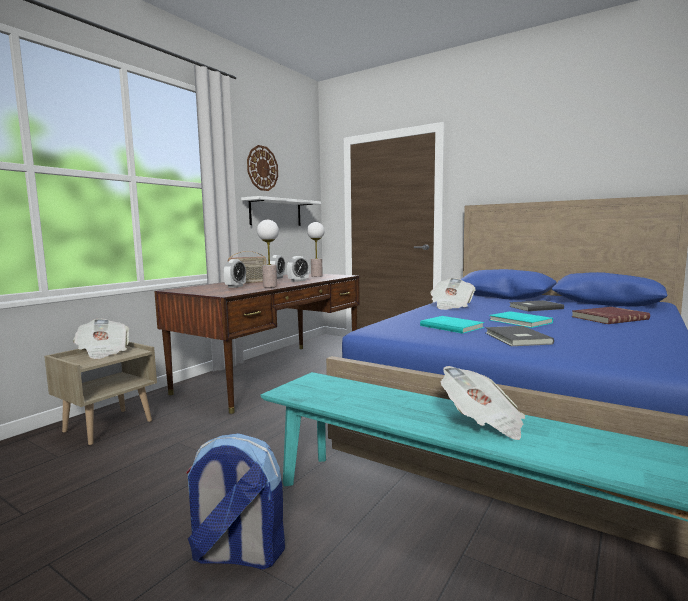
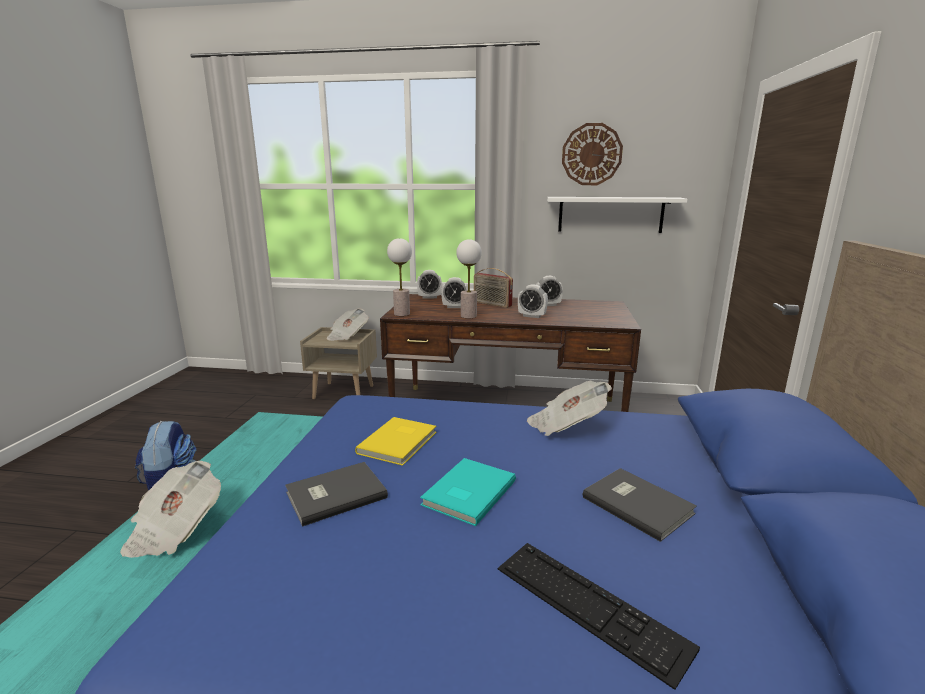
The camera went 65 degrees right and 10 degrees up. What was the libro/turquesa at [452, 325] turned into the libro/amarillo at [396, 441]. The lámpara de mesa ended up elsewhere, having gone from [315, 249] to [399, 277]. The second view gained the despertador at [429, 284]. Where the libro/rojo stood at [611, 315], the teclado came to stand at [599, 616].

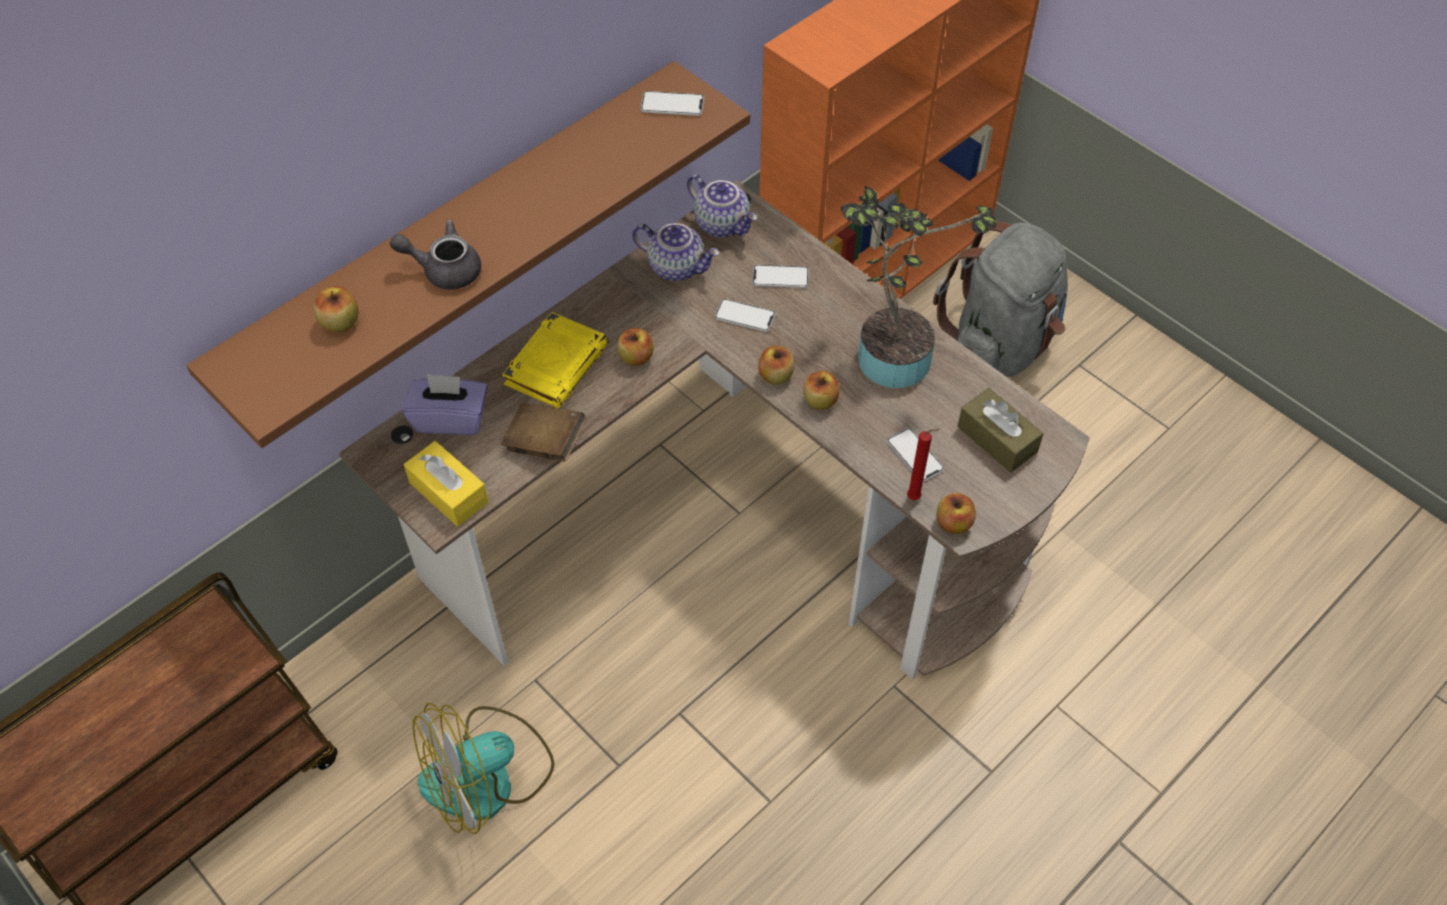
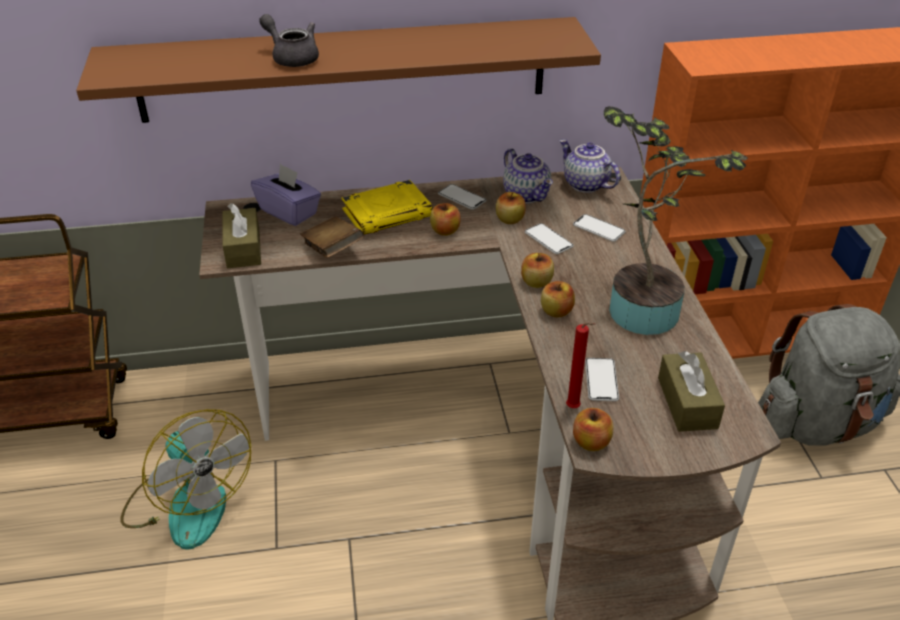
The camera went 35 degrees right and 15 degrees down. The ventilador at [484, 768] ended up facing another way, 135 degrees counterclockwise from before. What was the caja de pañuelos/amarillo at [446, 484] turned into the caja de pañuelos/marrón at [242, 235]. The móvil ended up elsewhere, having gone from [672, 103] to [462, 197]. The manzana ended up elsewhere, having gone from [336, 309] to [511, 208]. The tetera at [722, 205] ended up facing another way, 150 degrees clockwise from before.

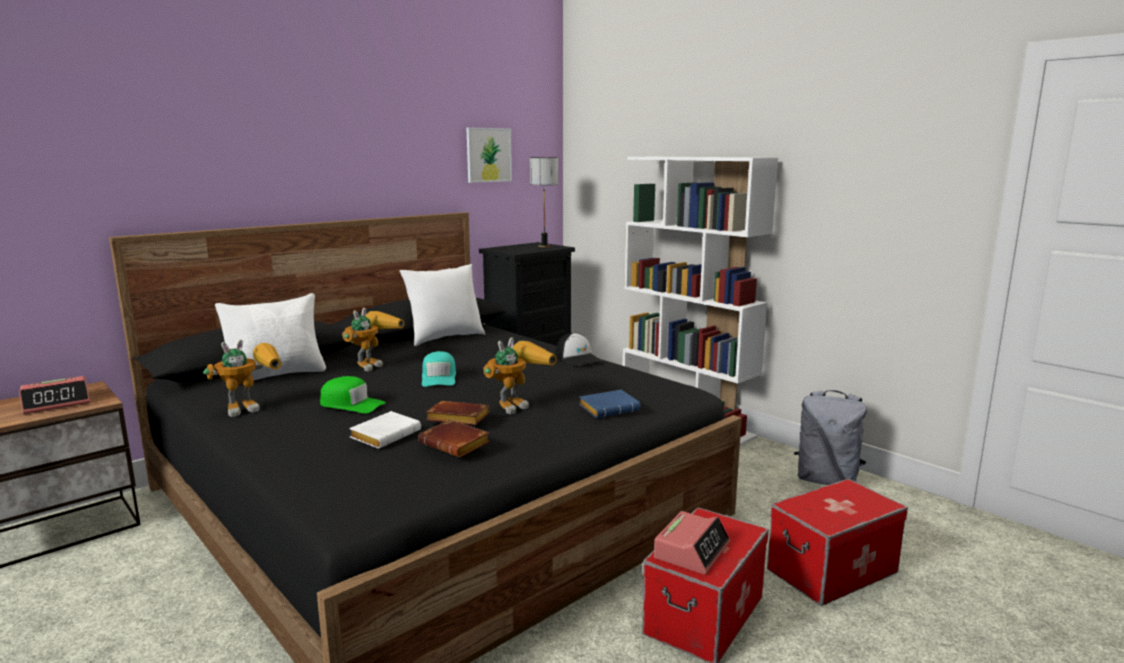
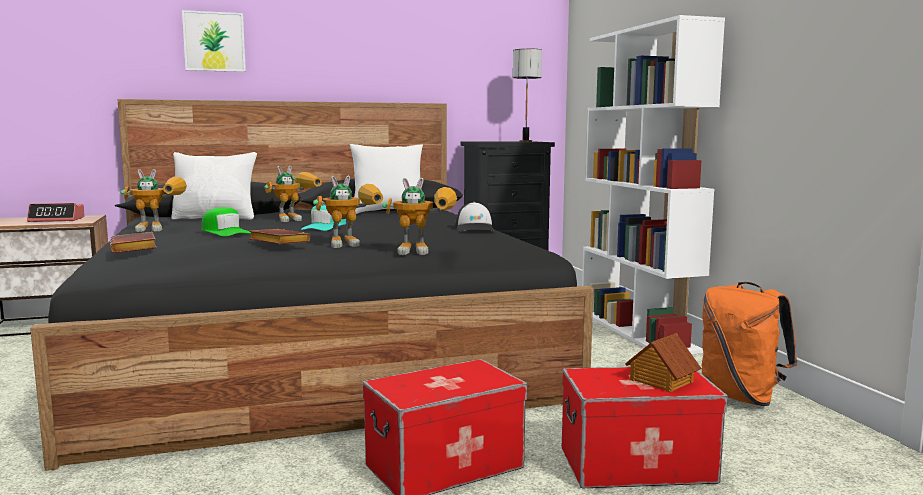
The camera went 25 degrees right and 5 degrees down. The libro/marrón ended up elsewhere, having gone from [454, 438] to [133, 242]. The cuadro ended up elsewhere, having gone from [489, 155] to [214, 41]. Where the libro/azul stood at [610, 404], the robot de juguete came to stand at [419, 216]. The second view gained the casita at [663, 362]. What was the mochila/gris at [830, 437] turned into the mochila/naranja at [749, 344]. The second view lost the libro/blanco at [385, 430]. The second view lost the despertador at [692, 542].

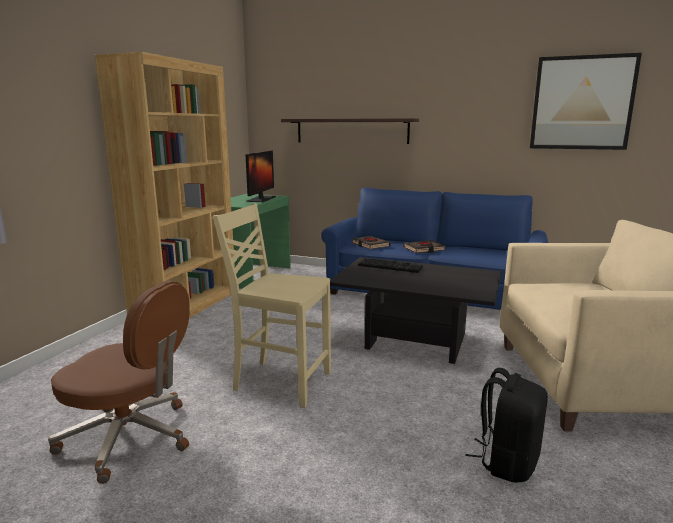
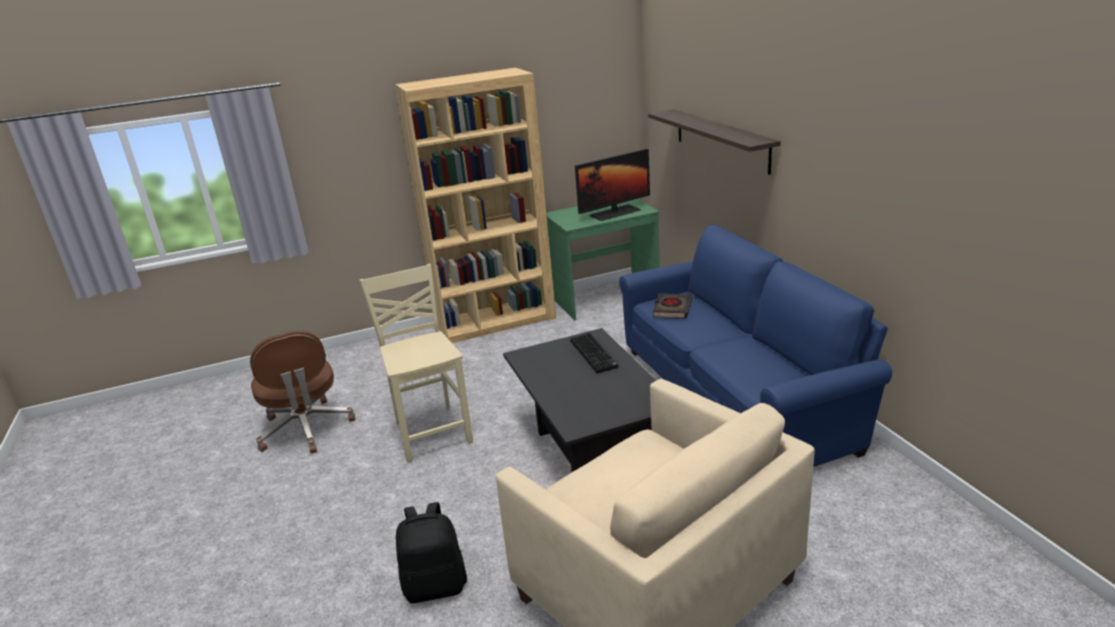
The camera went 50 degrees right and 10 degrees up. The second view lost the libro/negro at [424, 246]. The second view lost the cuadro at [586, 101].

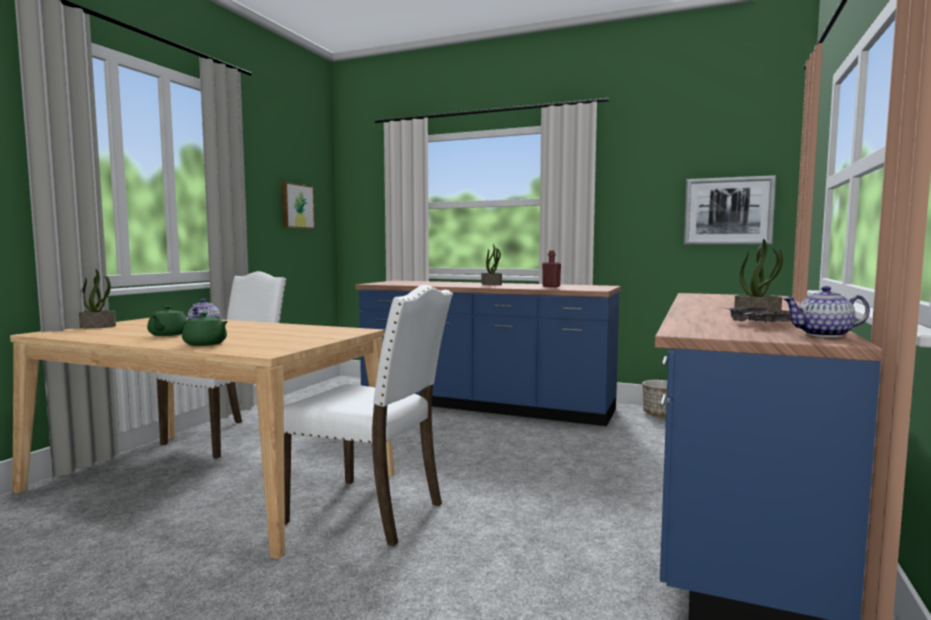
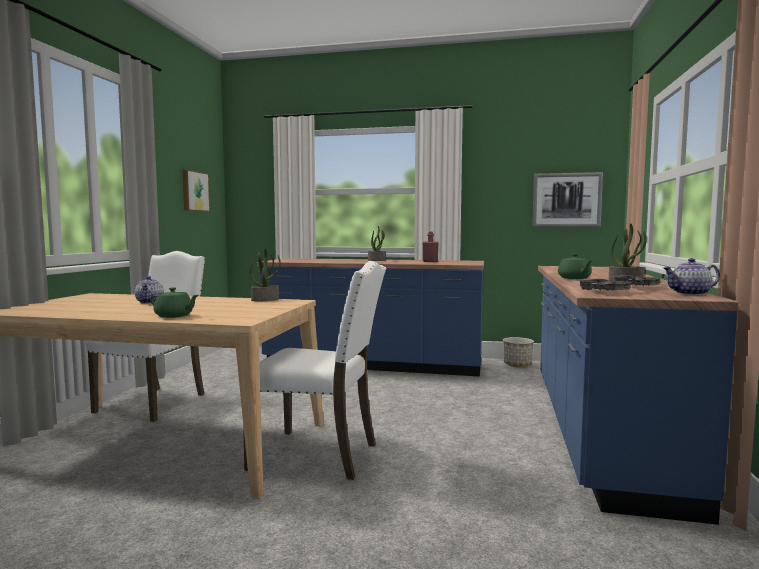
The camera went 10 degrees left and 0 degrees up. The planta en maceta ended up elsewhere, having gone from [97, 298] to [265, 275]. The tetera/verde ended up elsewhere, having gone from [167, 321] to [575, 266]. The second view gained the bandeja/gris at [607, 284].

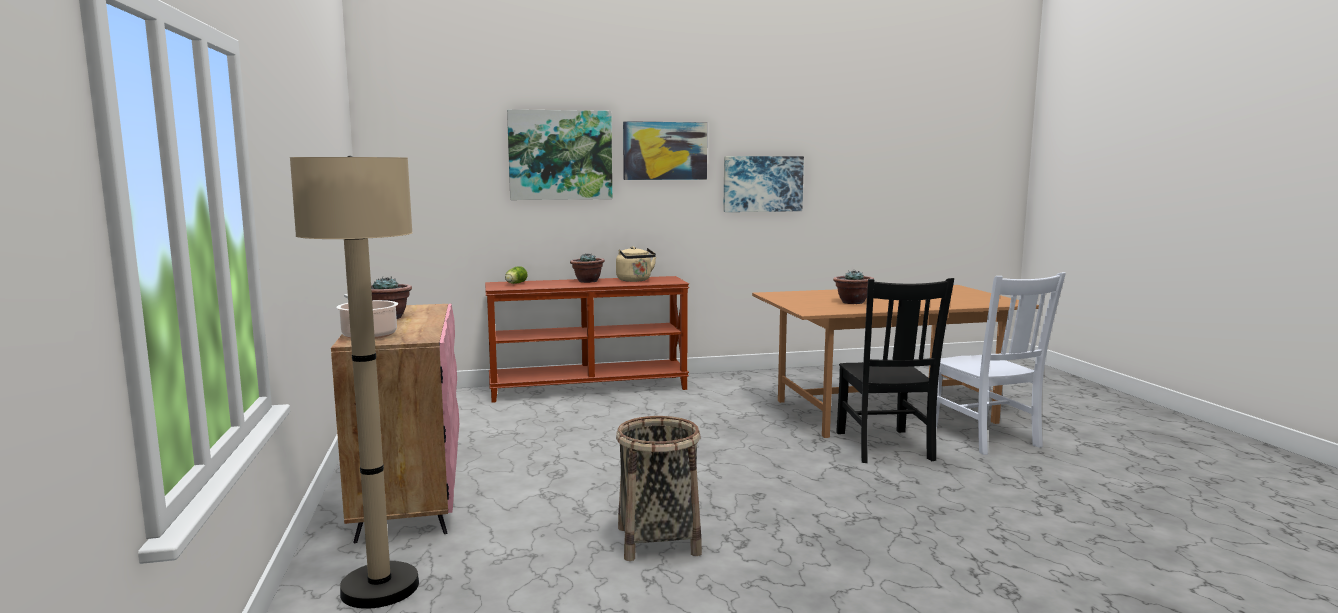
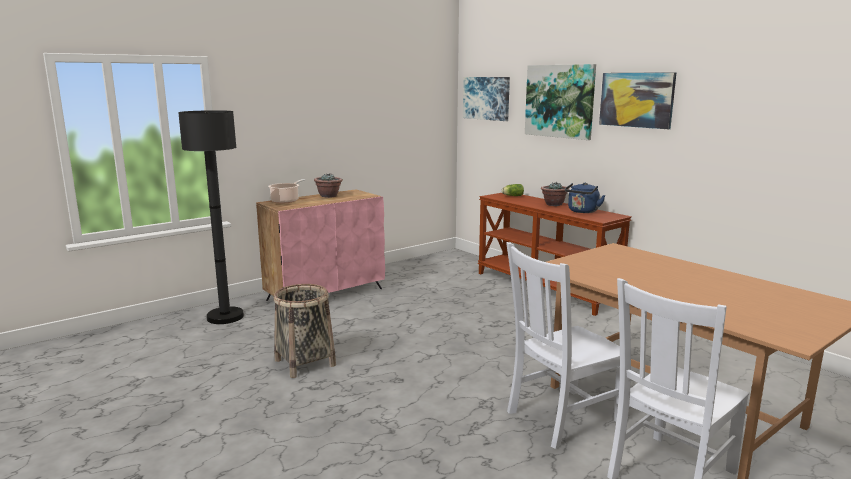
The camera went 65 degrees right and 5 degrees up. What was the lámpara de pie/beis at [354, 382] turned into the lámpara de pie/negro at [211, 217]. The cuadro ended up elsewhere, having gone from [764, 184] to [486, 99]. What was the silla/negro at [895, 370] turned into the silla/blanco at [563, 345]. What was the hervidor/beis at [636, 264] turned into the hervidor/azul at [585, 197]. The second view lost the planta en maceta at [853, 287].

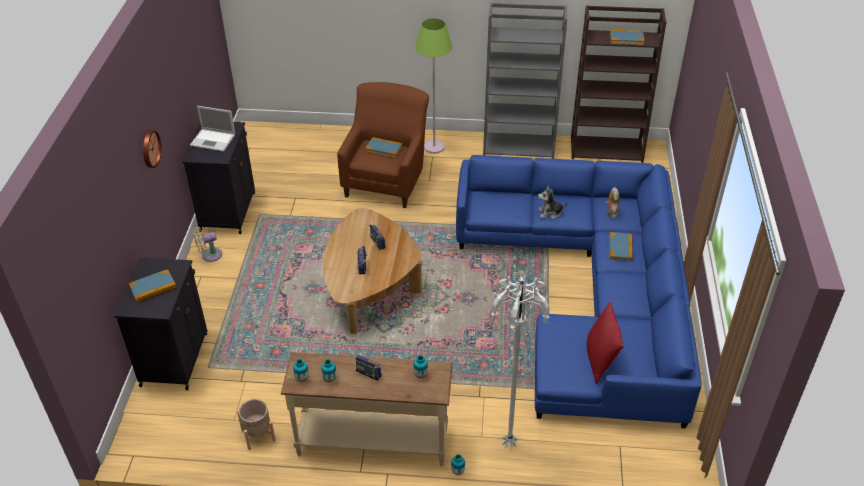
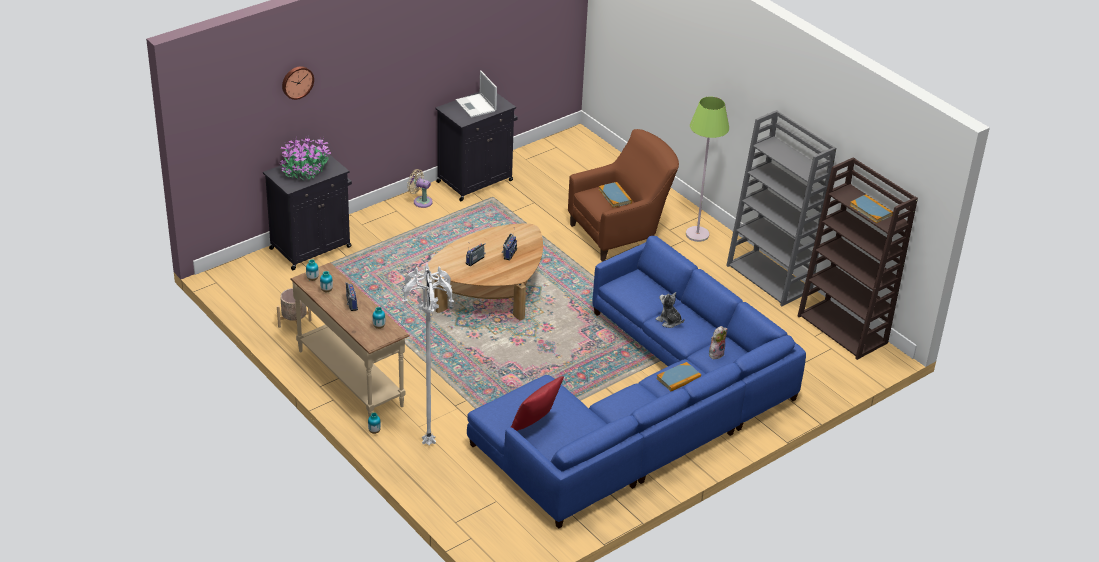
The camera went 45 degrees right and 5 degrees down. Where the libro stood at [153, 285], the planta en maceta came to stand at [306, 158]. The reloj de pared ended up elsewhere, having gone from [152, 149] to [298, 83].

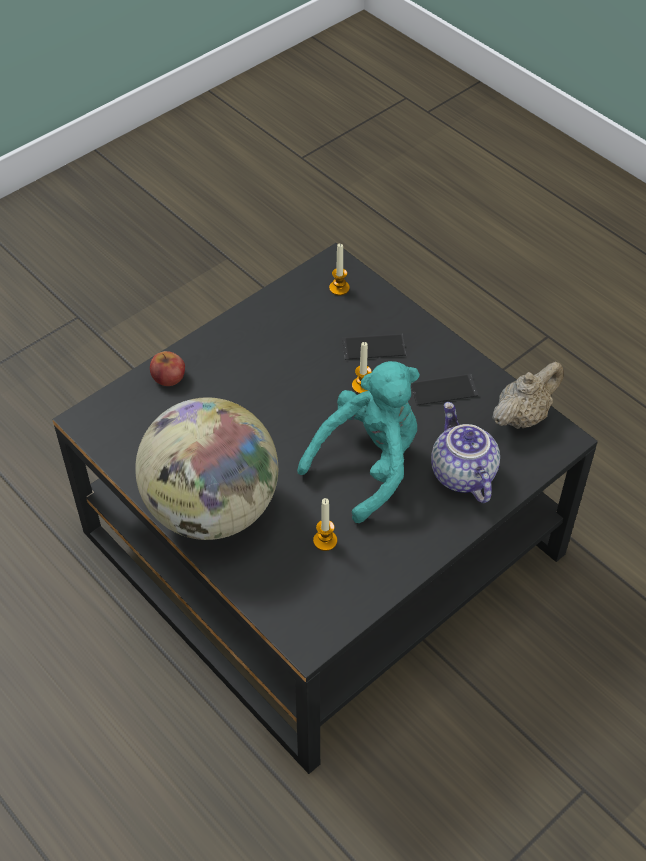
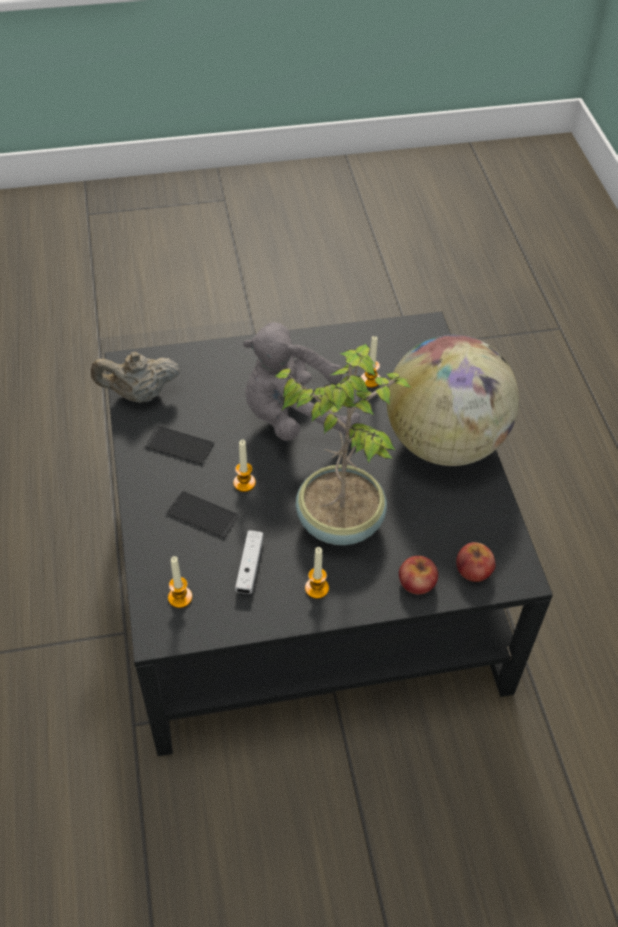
The camera went 150 degrees left and 0 degrees up. The second view gained the mando de consola/blanco at [249, 562]. What was the peluche/turquesa at [358, 442] turned into the peluche/gris at [301, 381]. The second view gained the planta en maceta at [343, 444]. The second view gained the vela at [317, 573]. The second view gained the manzana at [475, 562]. The second view lost the tetera at [465, 452].

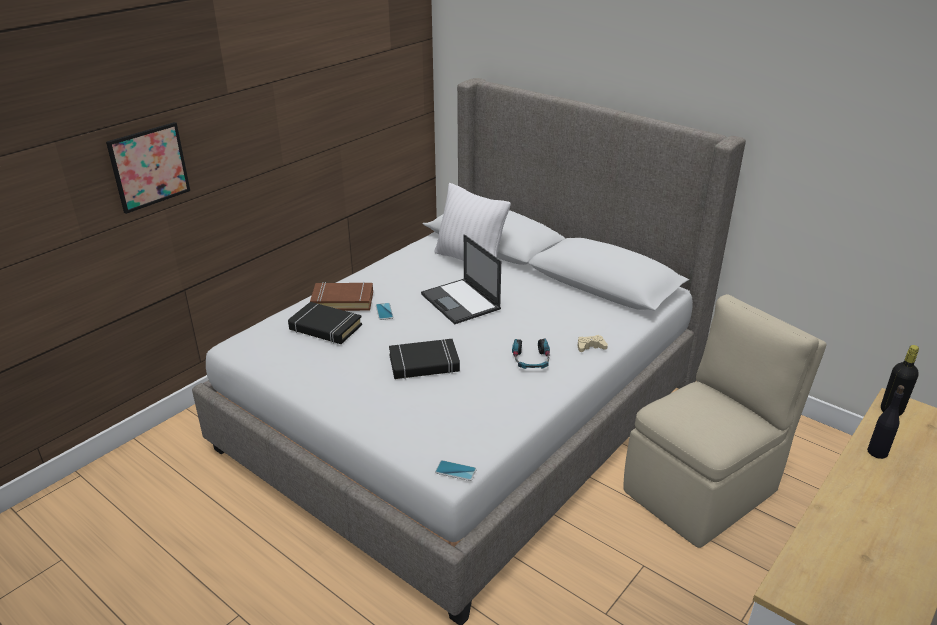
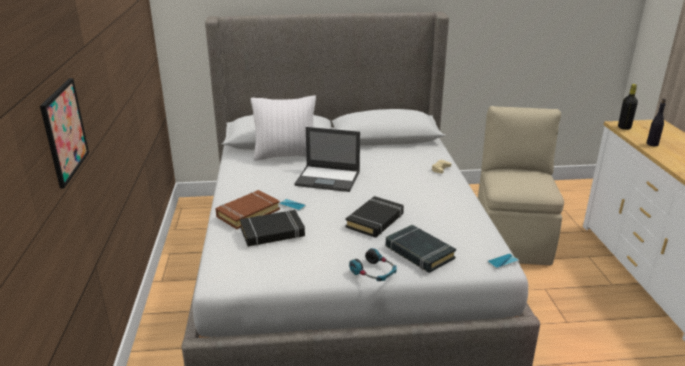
The camera went 45 degrees left and 5 degrees down. The auriculares ended up elsewhere, having gone from [531, 354] to [373, 264]. The second view gained the libro/negro at [421, 249].

